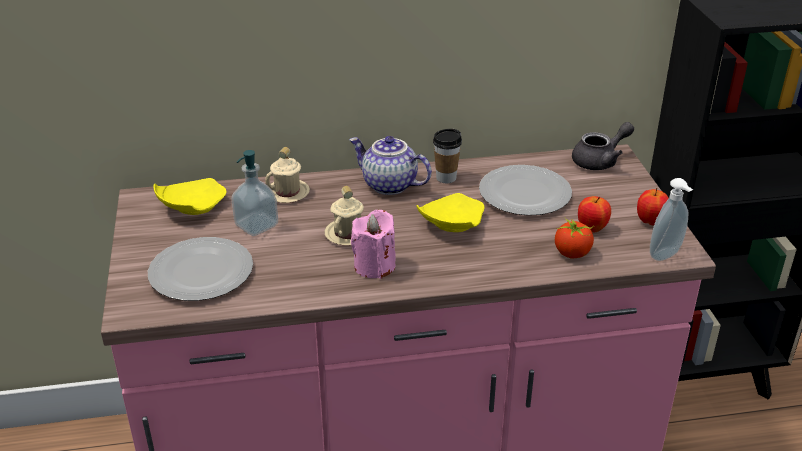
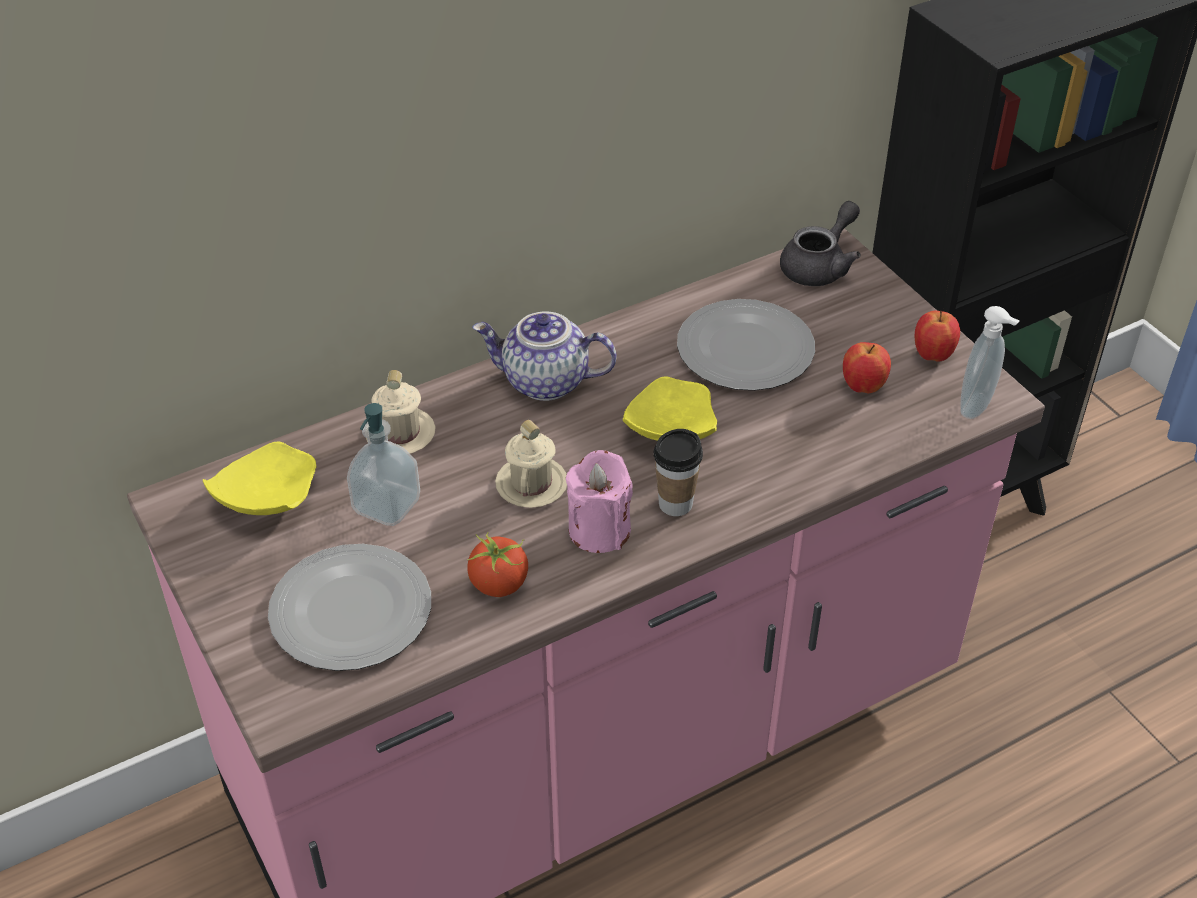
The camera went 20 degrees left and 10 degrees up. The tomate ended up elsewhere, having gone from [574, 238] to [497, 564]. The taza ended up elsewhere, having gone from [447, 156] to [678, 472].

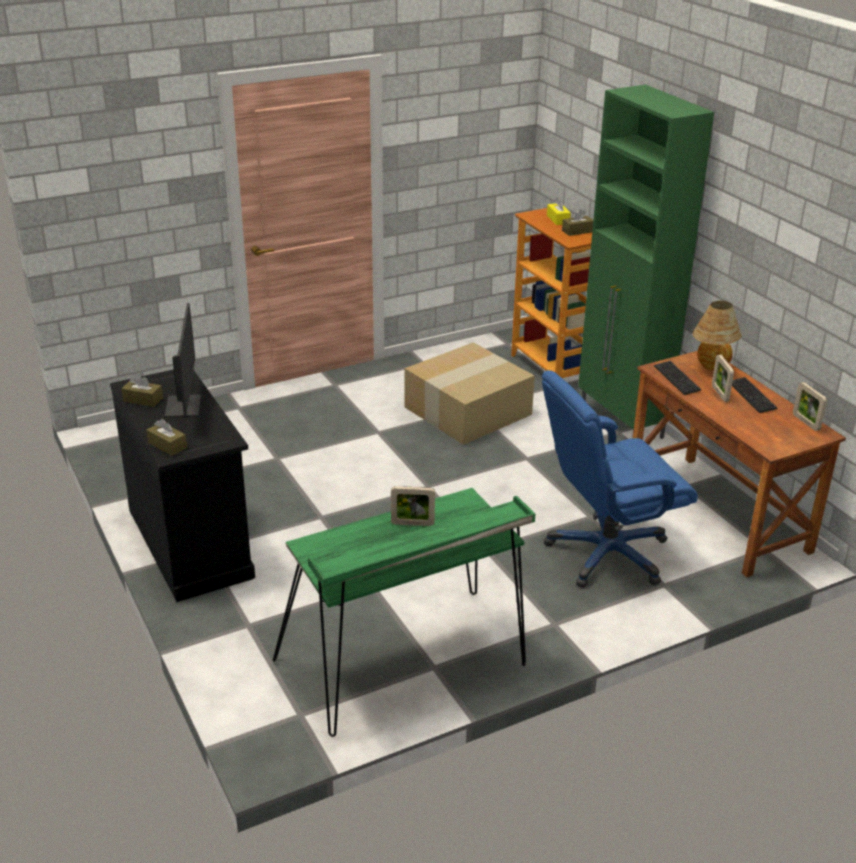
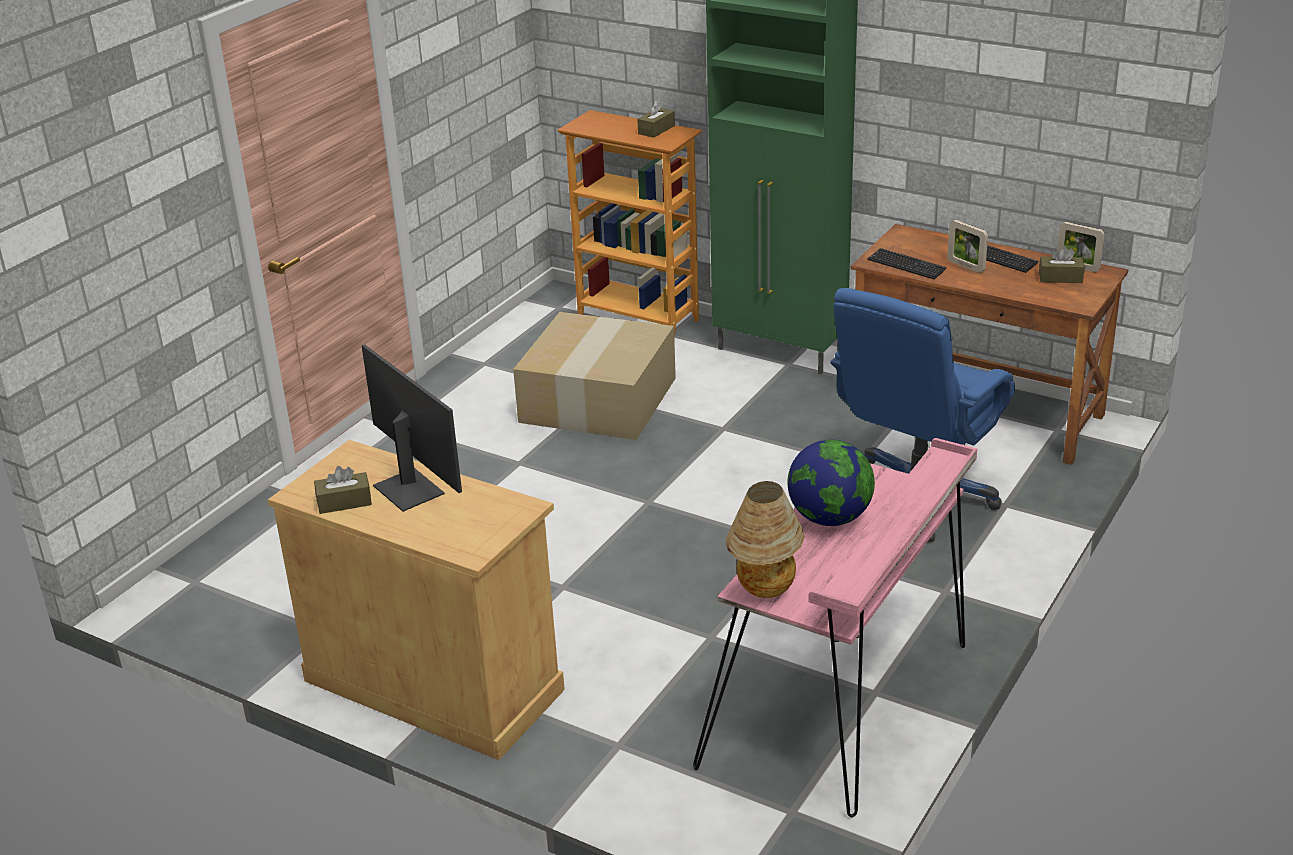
The camera went 30 degrees left and 0 degrees up. What was the armario/negro at [182, 485] turned into the armario/beis at [416, 600]. What was the escritorio/verde at [404, 612] turned into the escritorio/rosa at [835, 628]. The lámpara de mesa ended up elsewhere, having gone from [717, 336] to [765, 539]. Where the portarretratos stood at [413, 506], the globo terráqueo came to stand at [831, 483]. The caja de pañuelos/marrón ended up elsewhere, having gone from [166, 437] to [1062, 264]. The second view lost the caja de pañuelos/amarillo at [559, 211].

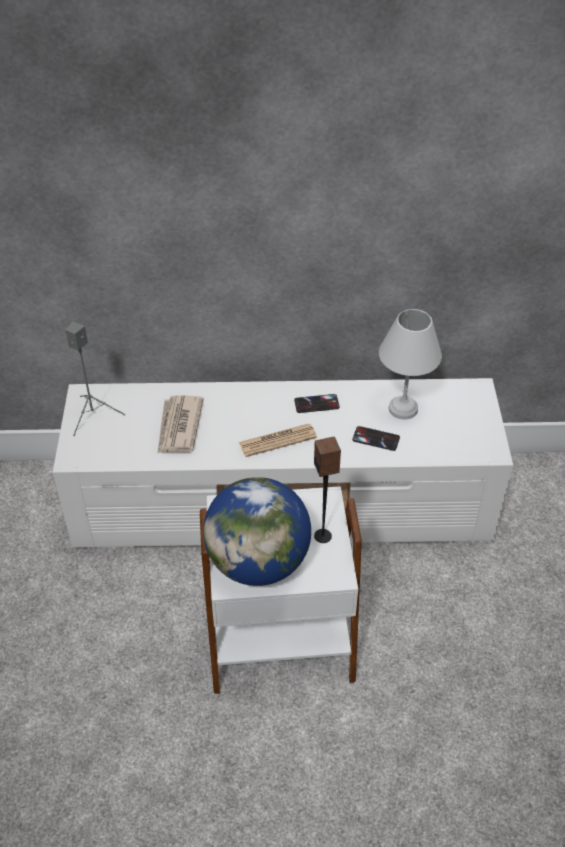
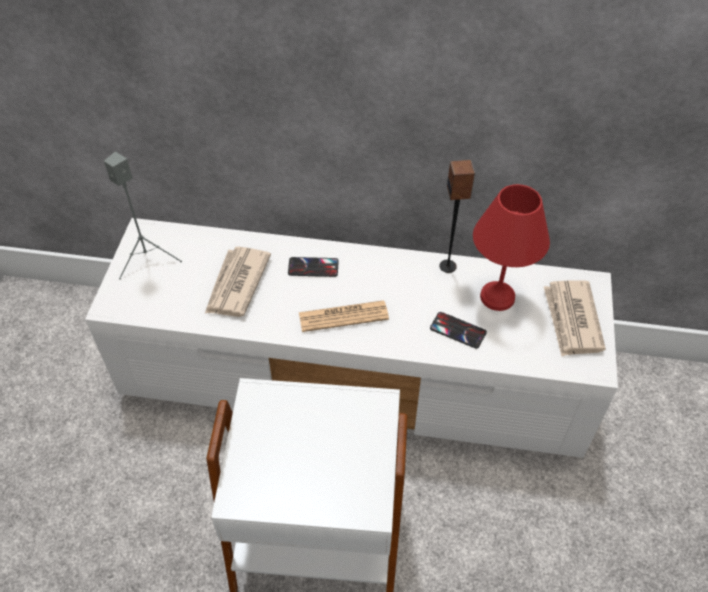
The camera went 10 degrees right and 5 degrees up. The móvil ended up elsewhere, having gone from [317, 403] to [313, 267]. The altavoz ended up elsewhere, having gone from [327, 490] to [457, 216]. What was the lámpara de mesa/blanco at [410, 364] turned into the lámpara de mesa/rojo at [511, 247]. The second view gained the periódico at [575, 318]. The second view lost the globo terráqueo at [257, 531].

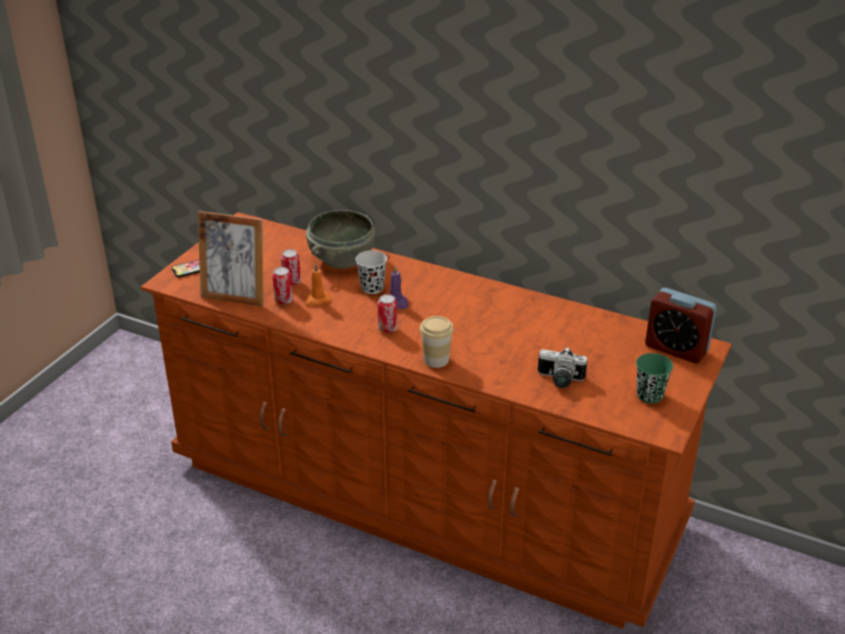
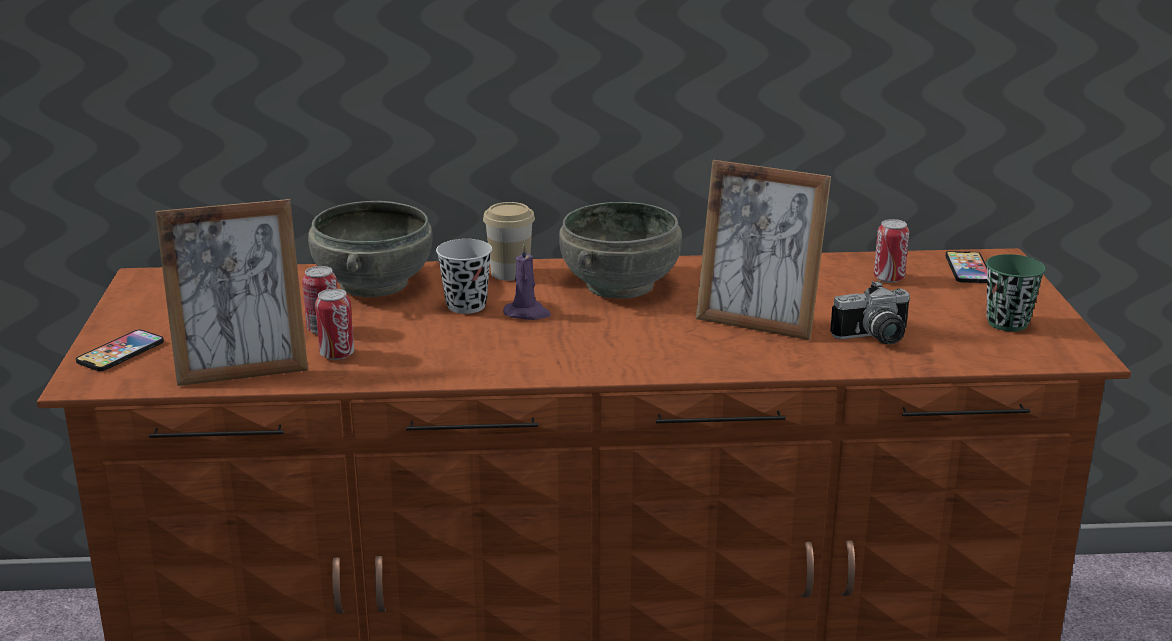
The camera went 30 degrees left and 10 degrees down. The taza ended up elsewhere, having gone from [437, 342] to [509, 241]. The second view gained the cuenco/gris at [620, 250]. The second view gained the portarretratos at [763, 250]. The lata ended up elsewhere, having gone from [387, 313] to [891, 251]. Where the despertador stood at [681, 325], the móvil came to stand at [966, 267]. The second view lost the vela/naranja at [317, 285].

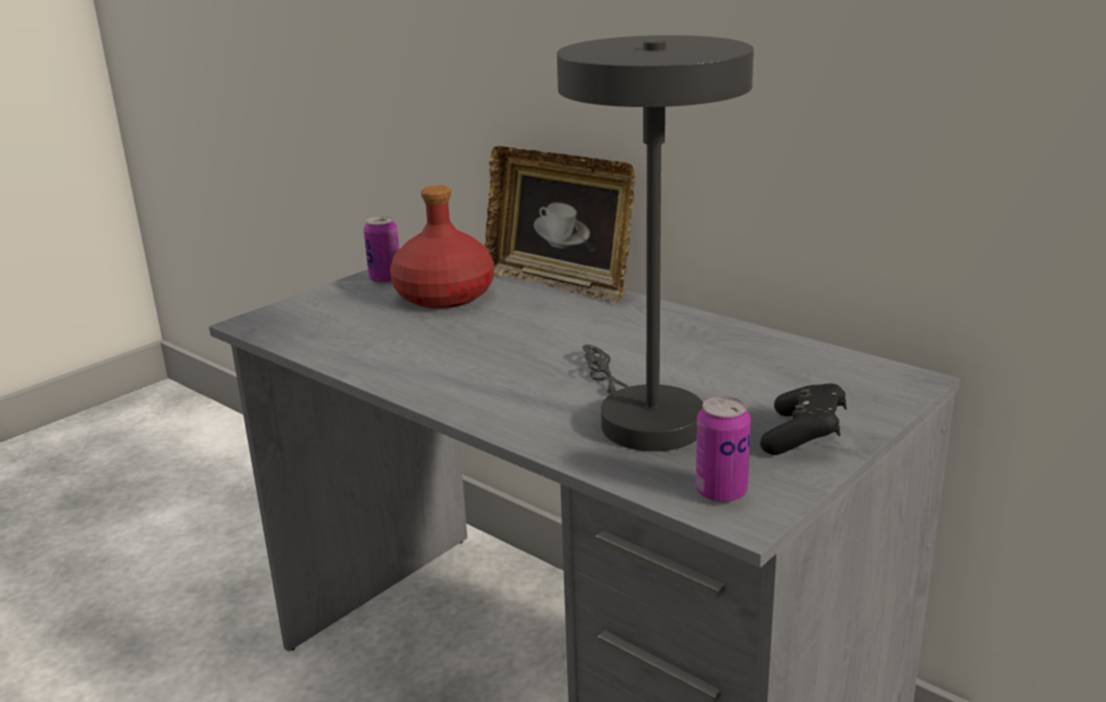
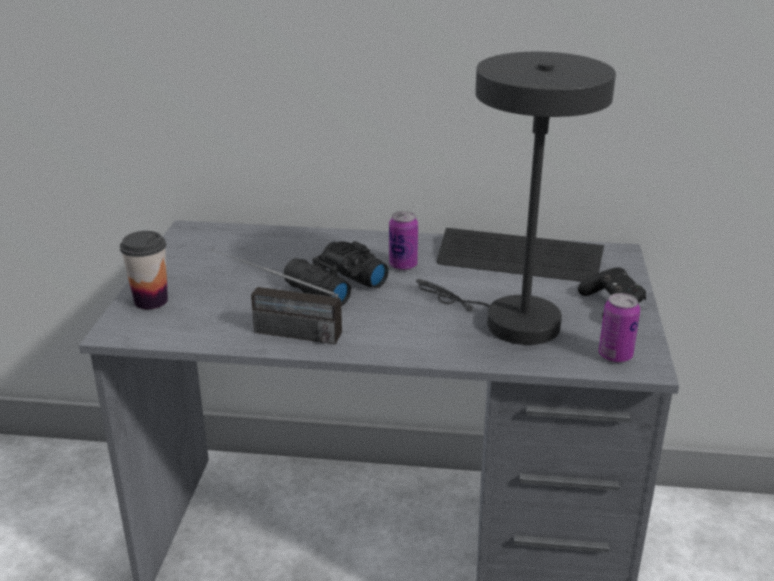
The camera went 35 degrees left and 5 degrees up. The second view gained the taza at [144, 270]. The second view gained the radio at [276, 296]. The second view gained the prismáticos/negro at [336, 273]. The lata ended up elsewhere, having gone from [381, 250] to [403, 241]. The second view gained the teclado at [520, 255]. The second view lost the botella/rojo at [442, 247]. The second view lost the portarretratos at [560, 224].

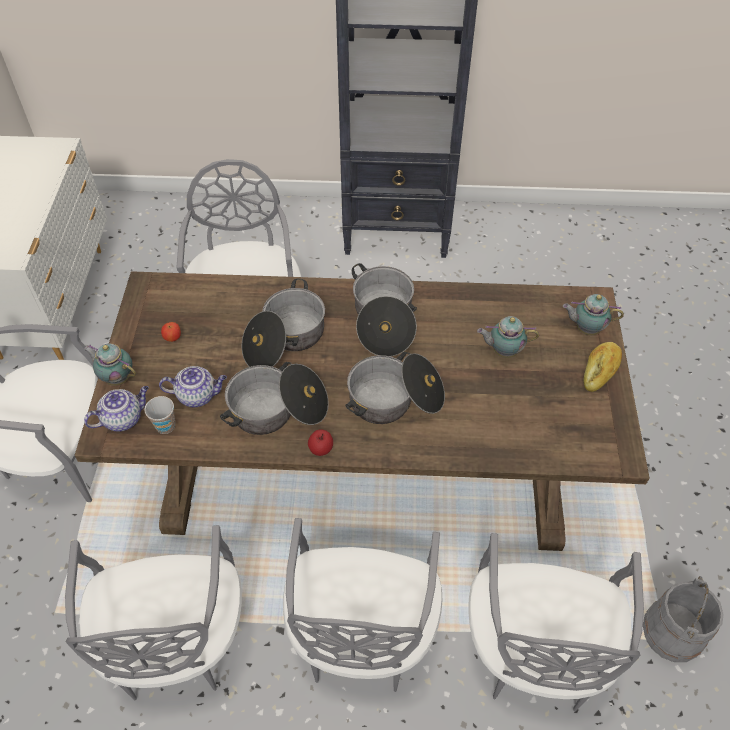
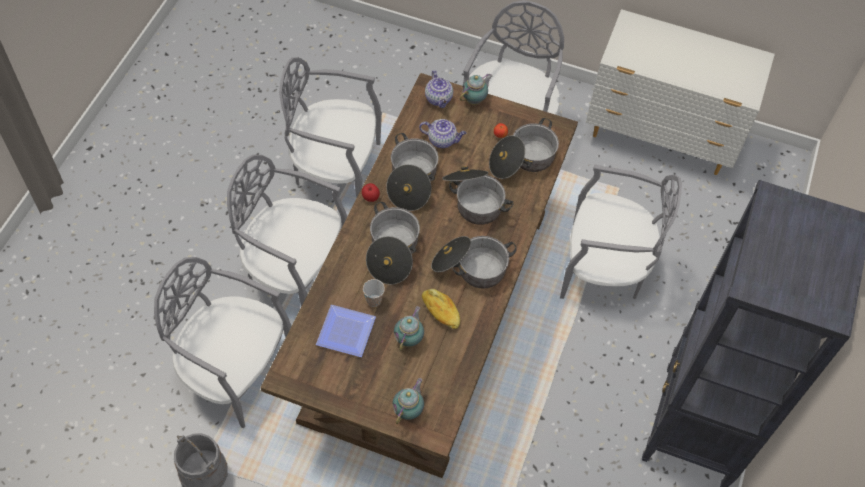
The camera went 105 degrees right and 5 degrees up. The second view gained the plato at [346, 331]. The taza ended up elsewhere, having gone from [159, 415] to [374, 293]. The tetera at [193, 387] ended up facing another way, 90 degrees counterclockwise from before. The pan ended up elsewhere, having gone from [603, 367] to [441, 309]. The second view gained the olla at [524, 148].

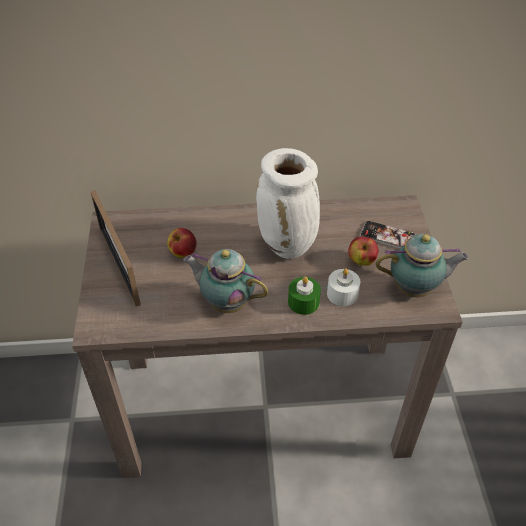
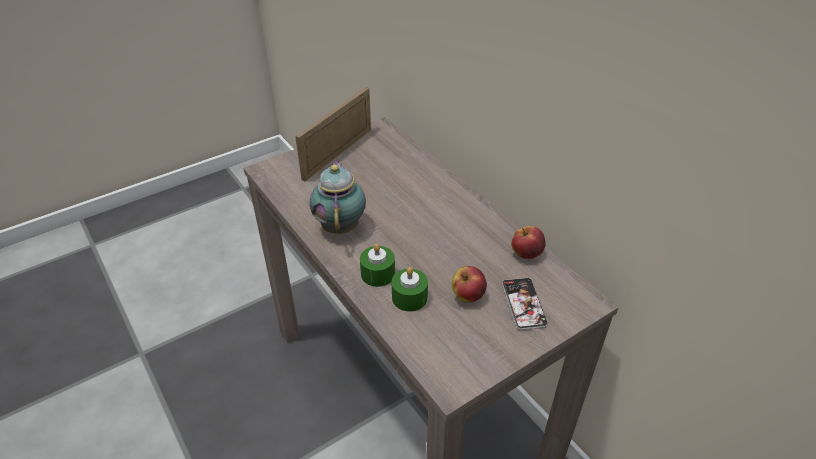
The camera went 60 degrees right and 5 degrees down. What was the vela/blanco at [343, 287] turned into the vela/verde at [410, 289]. The manzana ended up elsewhere, having gone from [182, 243] to [528, 242]. The second view lost the florero/blanco at [288, 203]. The second view lost the tetera at [422, 265].

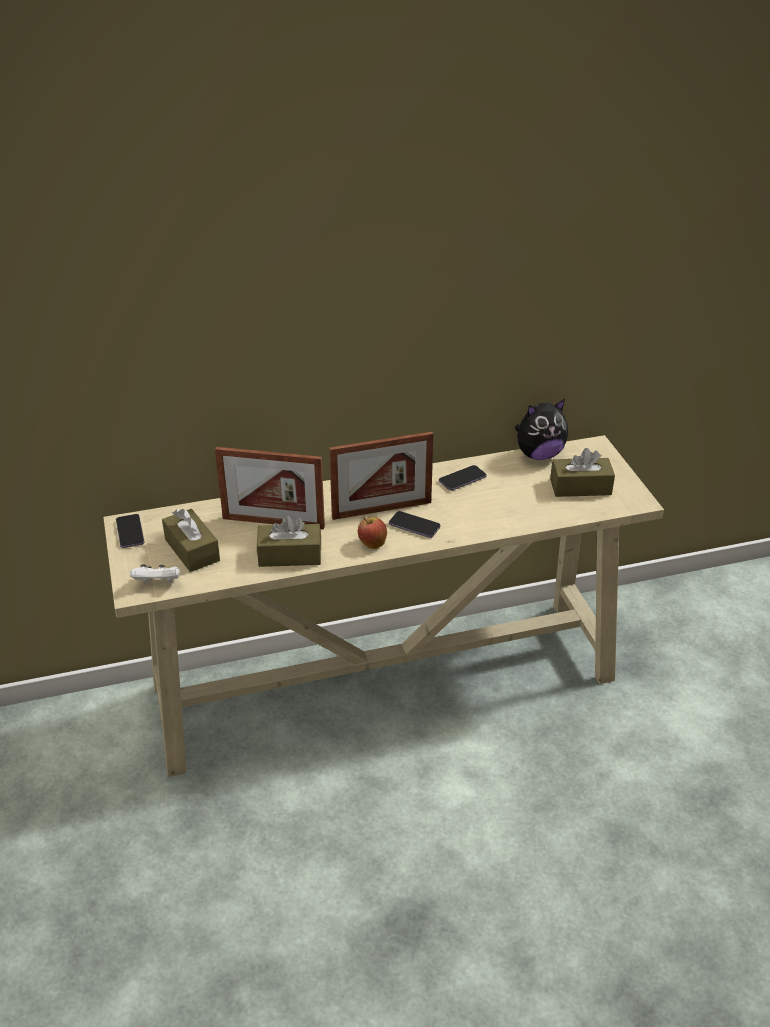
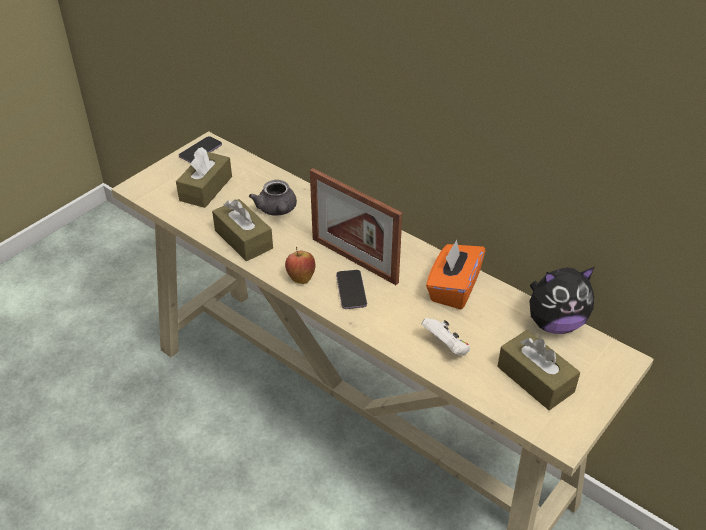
The camera went 55 degrees right and 5 degrees up. Where the portarretratos stood at [270, 488], the tetera/gris came to stand at [273, 198]. The mando de consola/blanco ended up elsewhere, having gone from [155, 573] to [446, 337]. Where the móvil stood at [462, 478], the caja de pañuelos/naranja came to stand at [456, 274]. The peluche at [541, 429] ended up facing another way, 45 degrees counterclockwise from before.

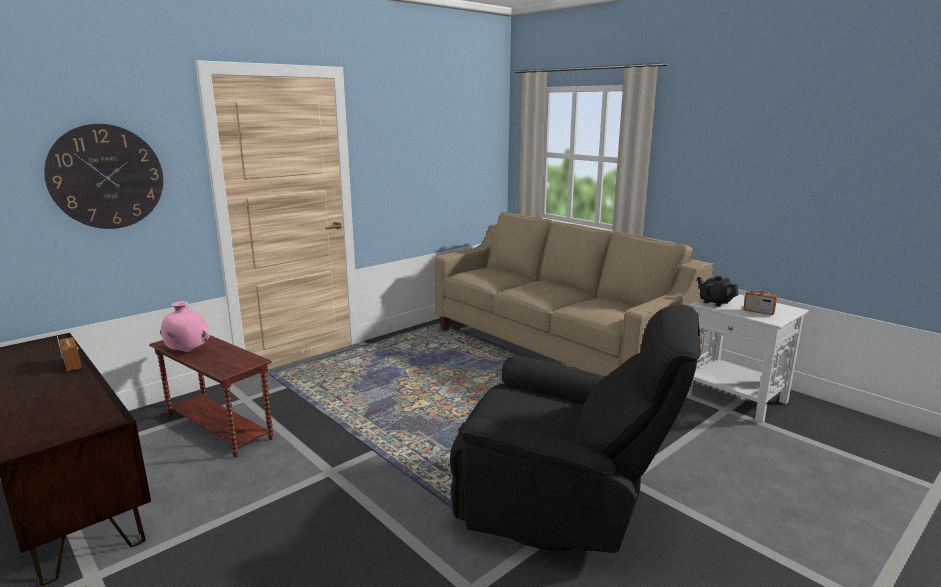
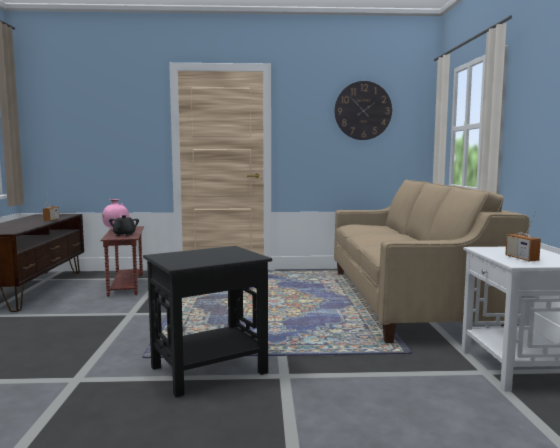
The camera went 40 degrees right and 10 degrees down. The tetera/negro ended up elsewhere, having gone from [718, 291] to [124, 225]. Where the sillón/negro stood at [575, 428], the mesa auxiliar/negro came to stand at [207, 321]. The reloj de pared ended up elsewhere, having gone from [103, 176] to [363, 110].

